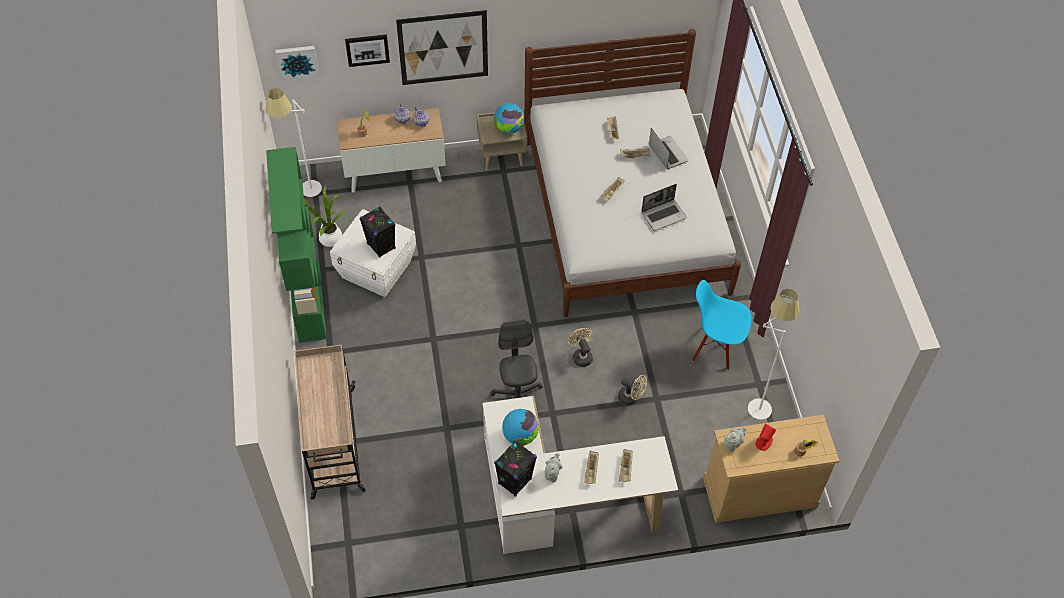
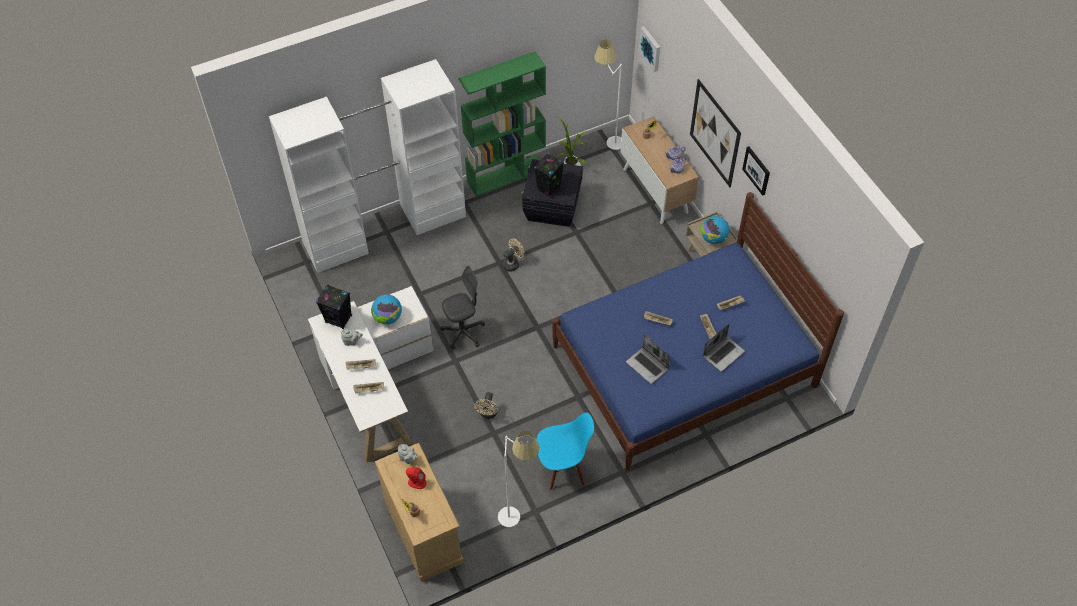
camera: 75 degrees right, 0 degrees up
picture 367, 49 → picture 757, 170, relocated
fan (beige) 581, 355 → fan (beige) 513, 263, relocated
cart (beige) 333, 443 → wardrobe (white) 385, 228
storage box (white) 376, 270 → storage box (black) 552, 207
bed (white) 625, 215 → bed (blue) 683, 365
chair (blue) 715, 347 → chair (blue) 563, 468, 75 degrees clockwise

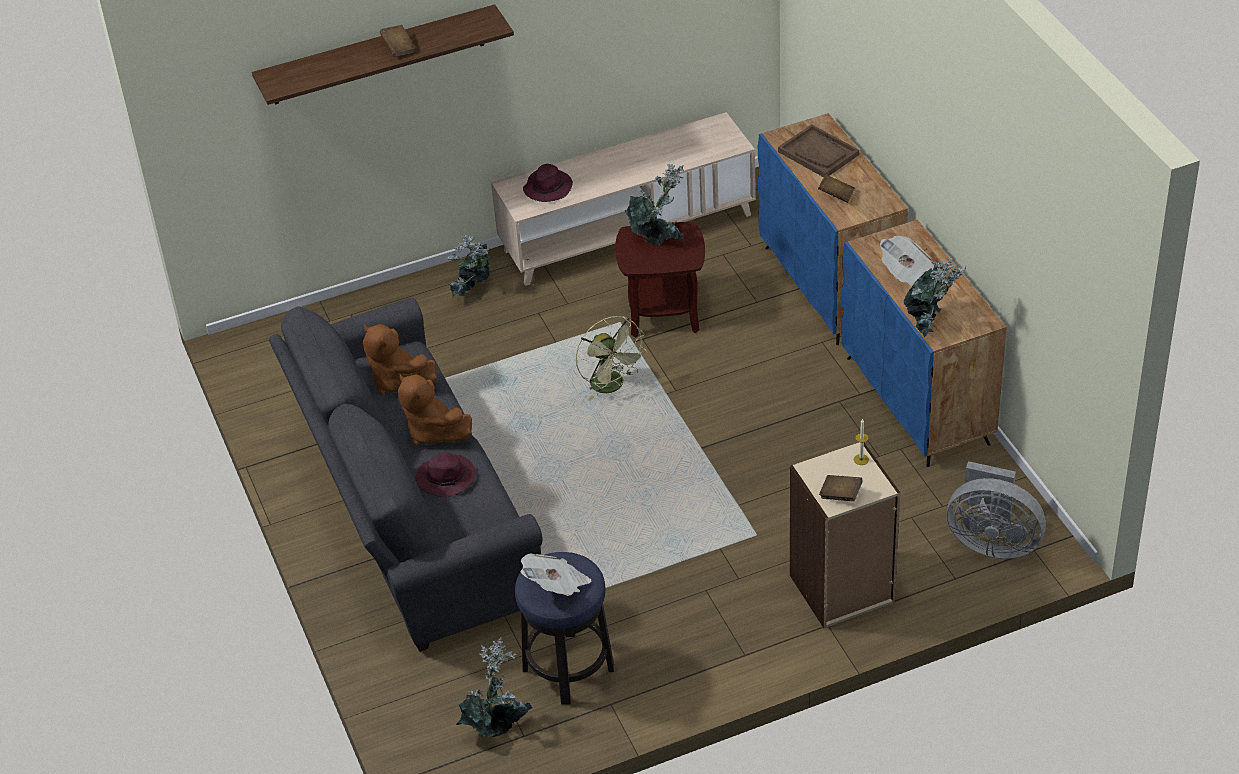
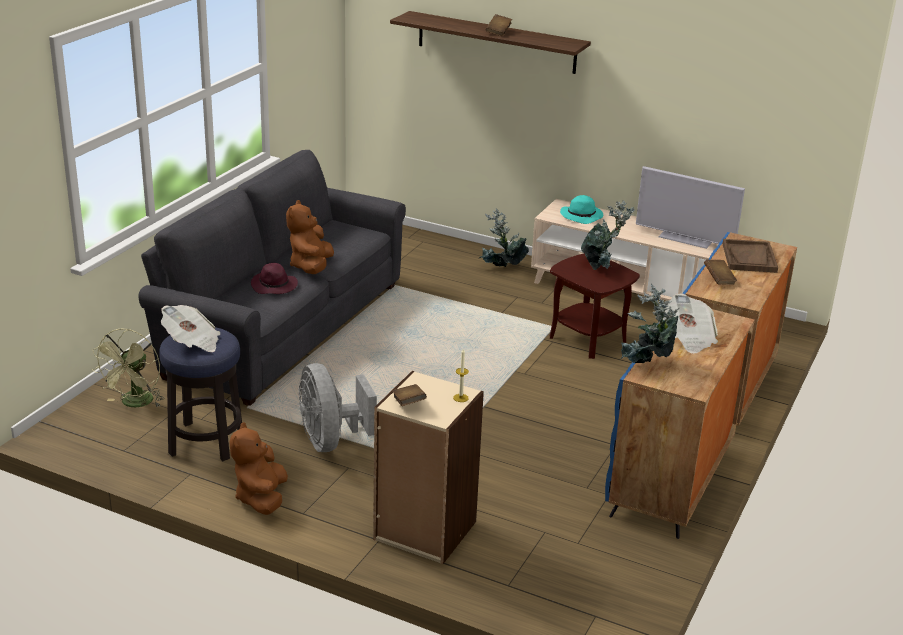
camera: 45 degrees right, 15 degrees down
potted plant 497, 725 → -
- → television 685, 239
plush toy (brown) 397, 381 → plush toy (brown) 261, 498, relocated
fan (green) 612, 386 → fan (green) 134, 404, relocated
fan (grey) 992, 542 → fan (grey) 330, 441, relocated
hat (purple) 548, 188 → hat (turquoise) 582, 216

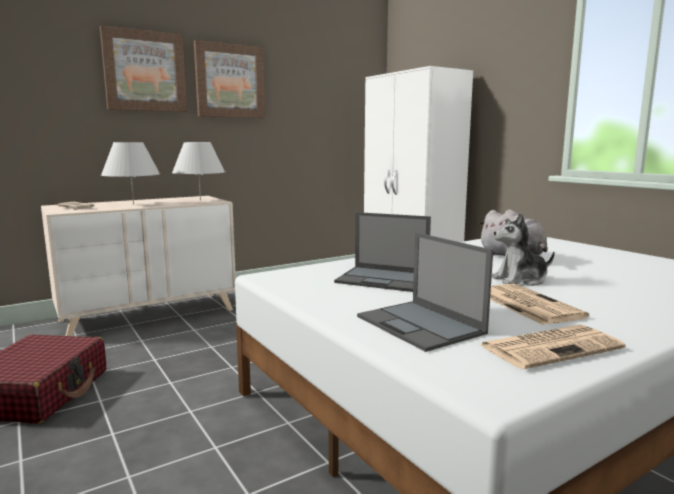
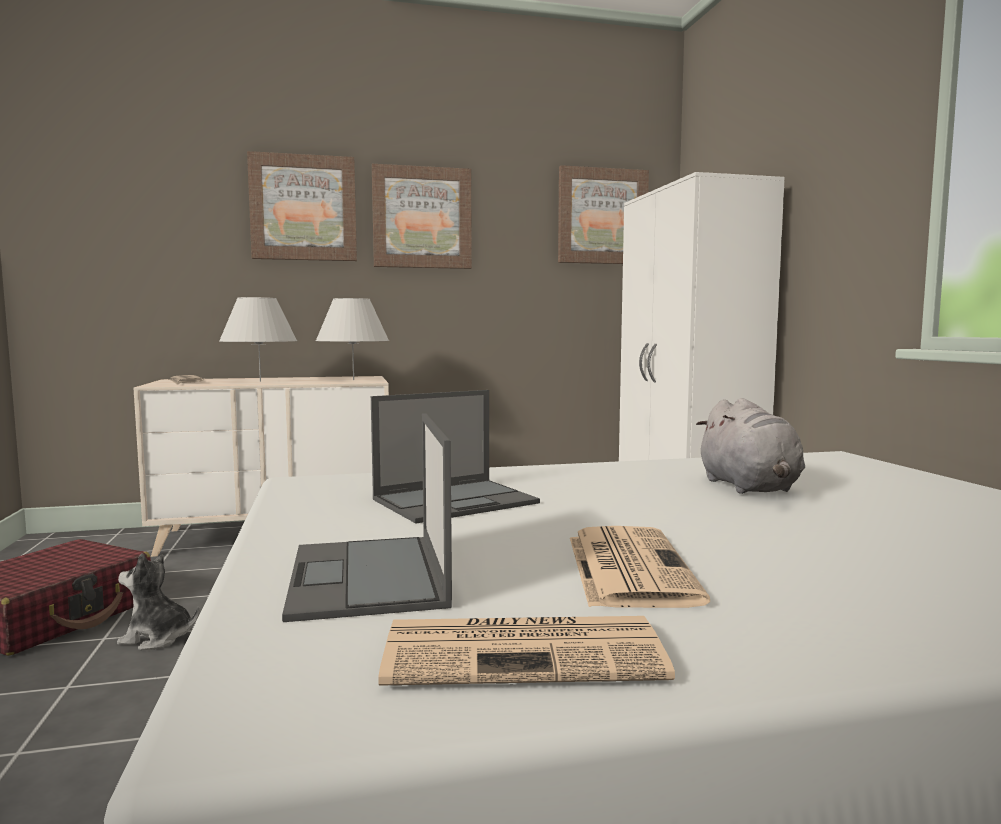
camera: 20 degrees right, 5 degrees down
- → picture 602, 216
plush toy 520, 280 → plush toy 157, 638, relocated
laptop 383, 279 → laptop 456, 501, 75 degrees counterclockwise

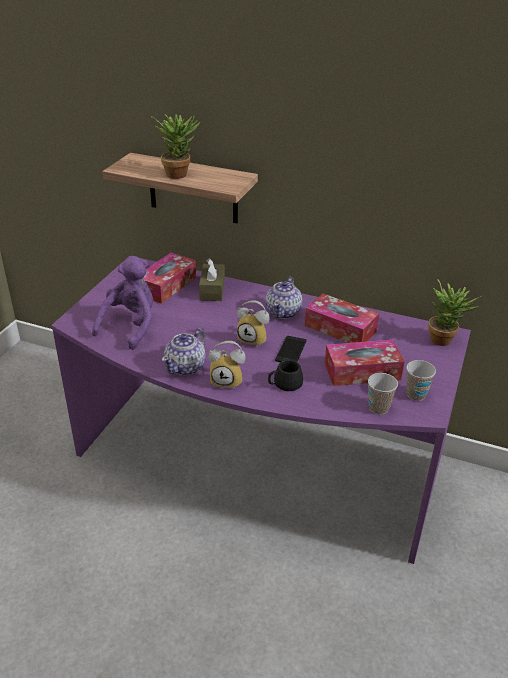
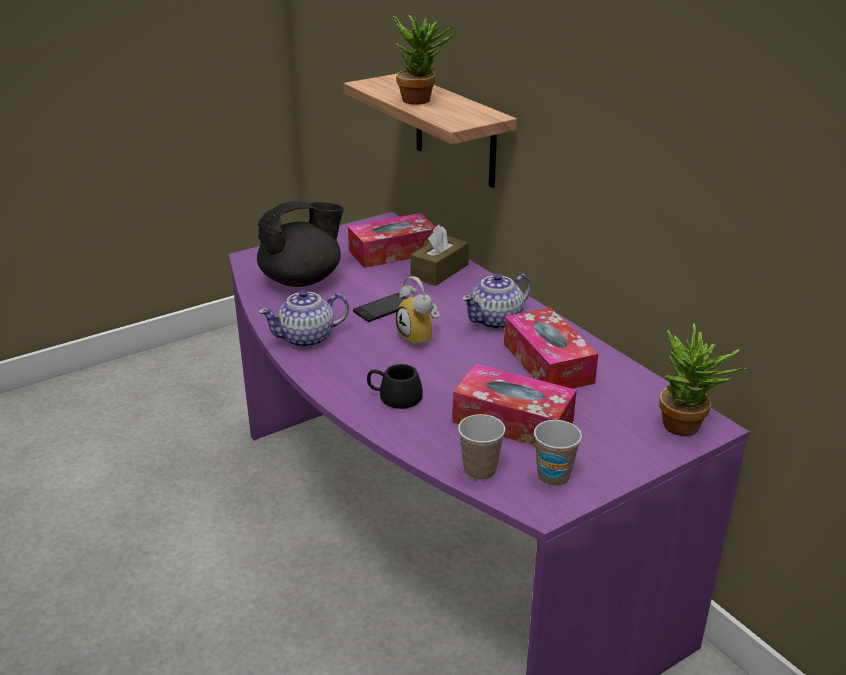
camera: 35 degrees right, 5 degrees down
alarm clock 228, 381 → -
phone 291, 351 → phone 384, 308, relocated
plush toy (purple) 131, 326 → teapot (black) 302, 280

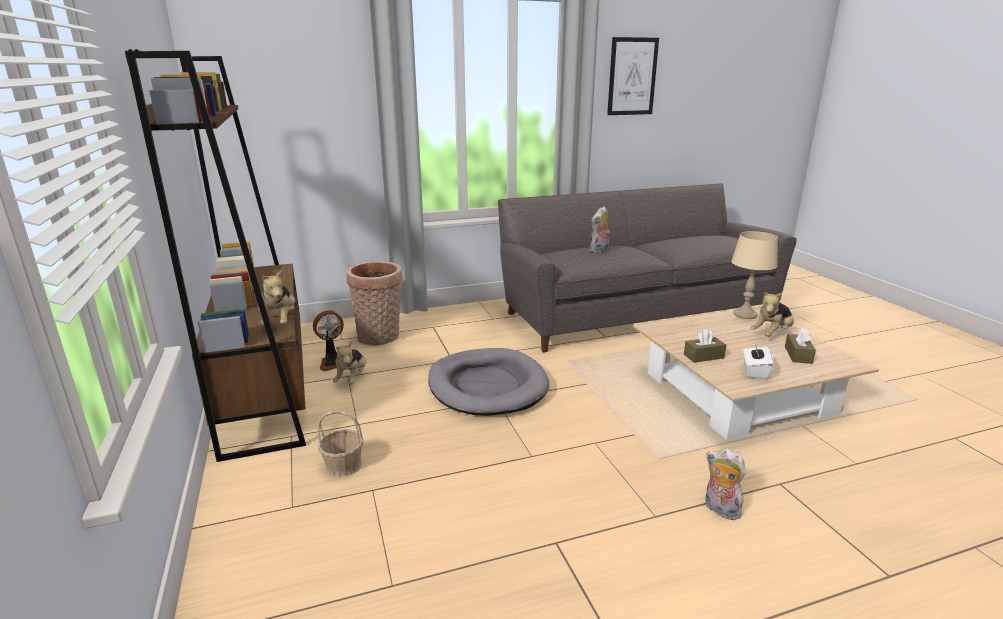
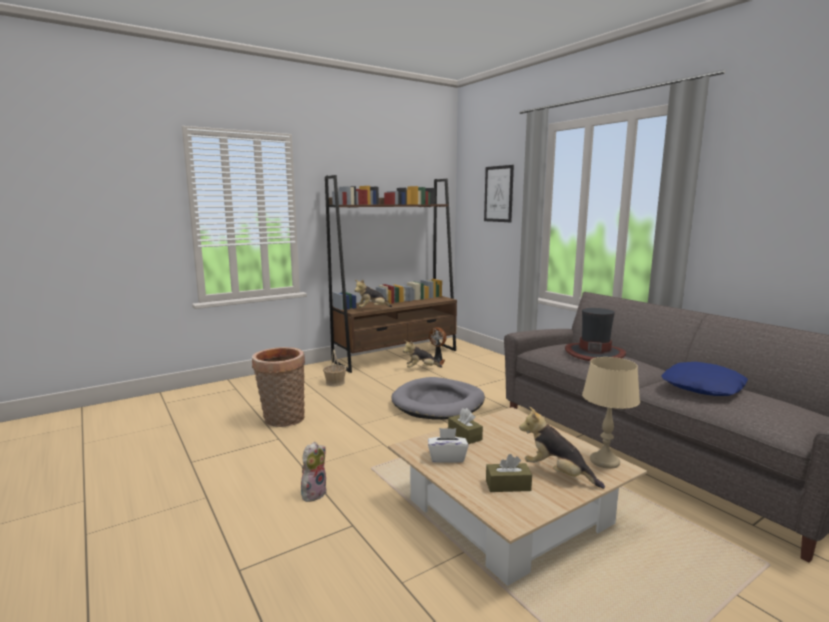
camera: 75 degrees right, 10 degrees down
- → pillow (blue) 703, 387
basket 380, 338 → basket 282, 420, relocated
picture 632, 76 → picture 498, 194, relocated
plush toy 599, 251 → hat 594, 353

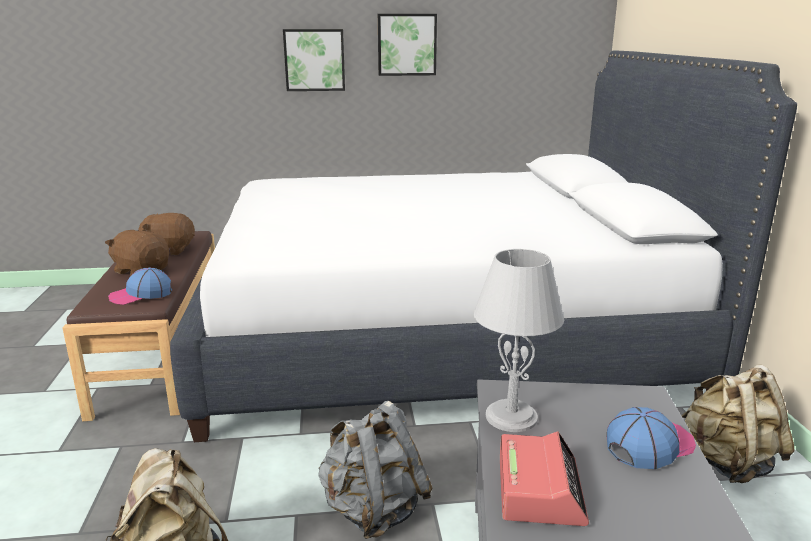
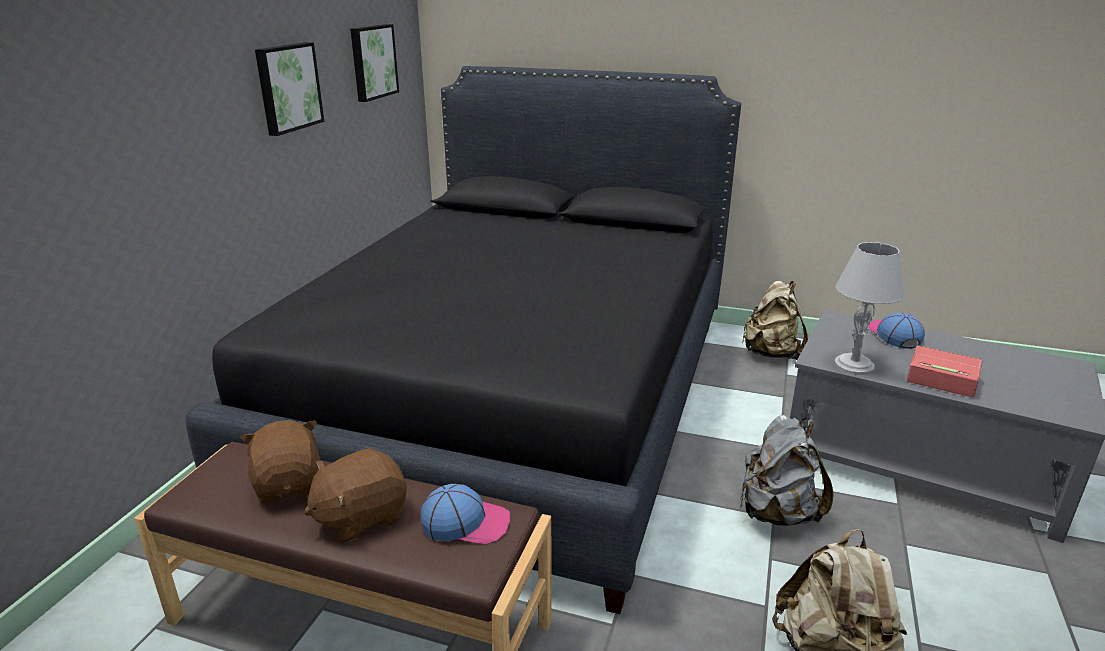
camera: 65 degrees left, 5 degrees up
picture 314, 60 → picture 372, 62, relocated
bed (white) 441, 337 → bed (black) 516, 401
cap 141, 295 → cap 466, 522, 90 degrees counterclockwise
plush toy (brown) 169, 250 → plush toy (brown) 289, 484, 135 degrees clockwise

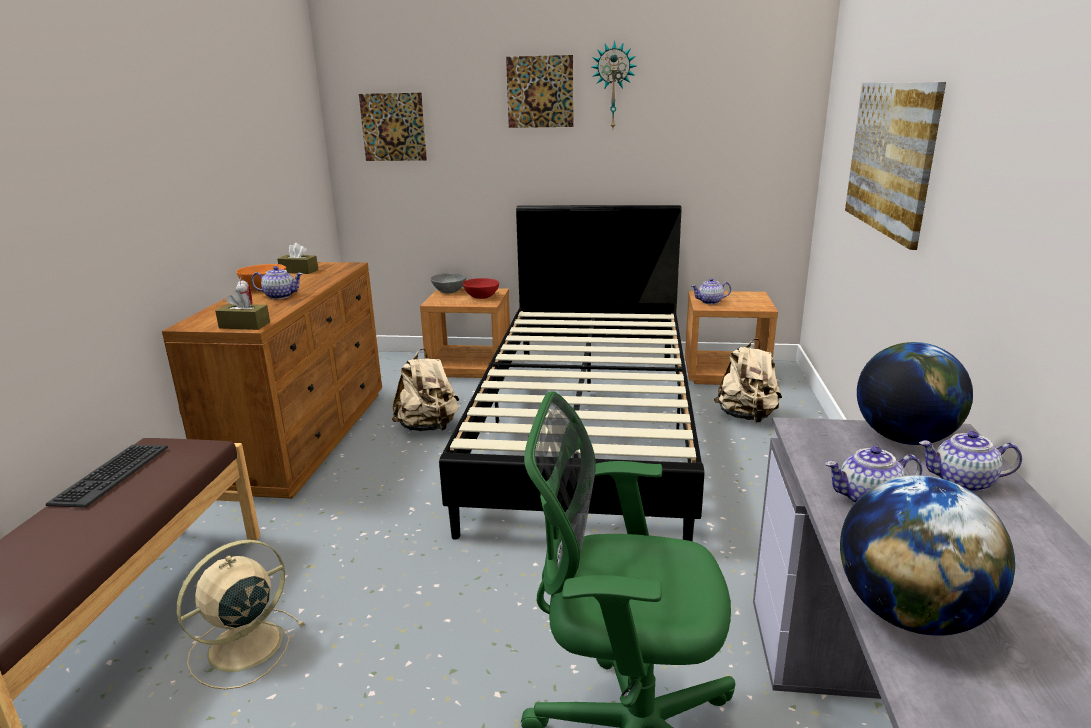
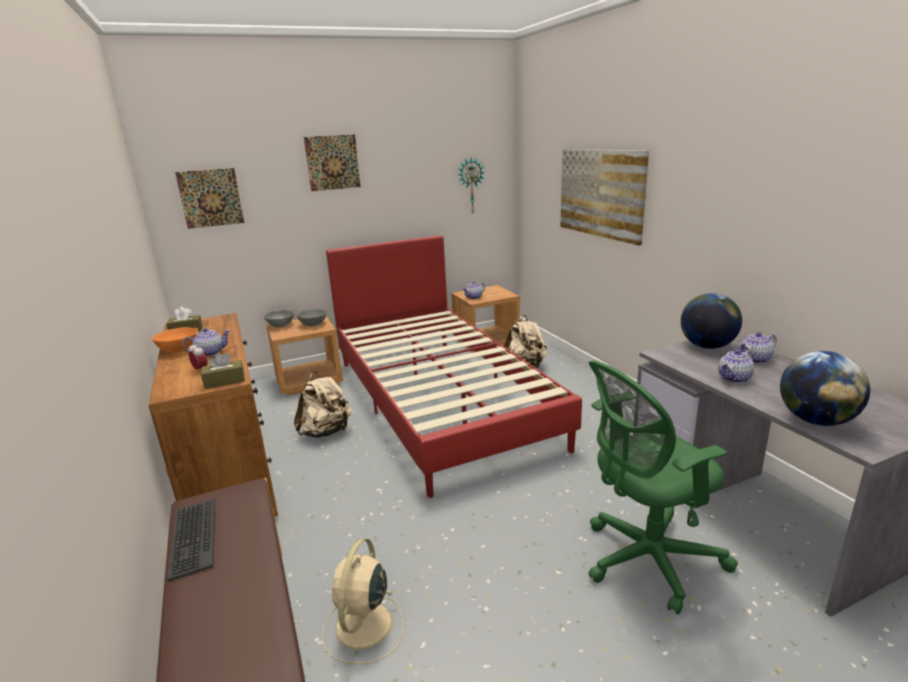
camera: 30 degrees left, 0 degrees up
wall clock 613, 86 → wall clock 470, 186, relocated
bed (black) 586, 428 → bed (red) 439, 400
bowl (red) 481, 297 → bowl (grey) 313, 324

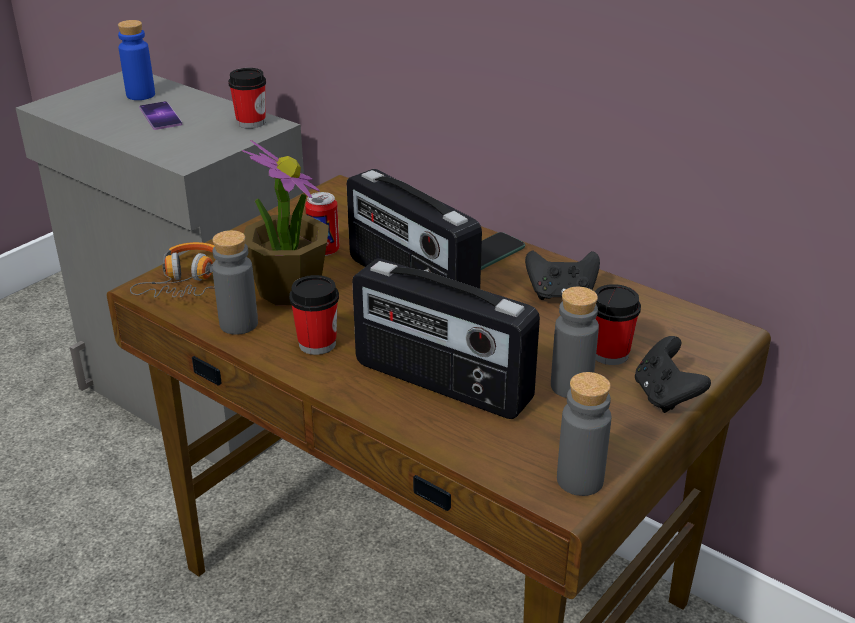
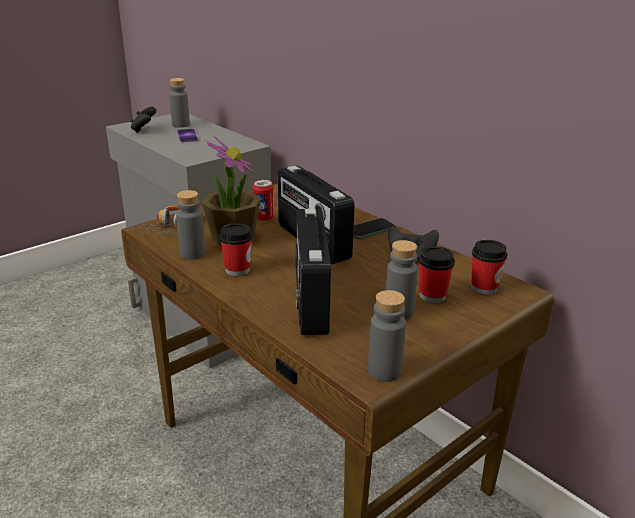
camera: 10 degrees right, 5 degrees down
cup 251, 123 → cup 484, 288, relocated
game controller (black) 665, 396 → game controller (black) 144, 130, relocated
bottle (blue) 140, 95 → bottle (grey) 181, 125
radio 441, 383 → radio 310, 301, 45 degrees clockwise

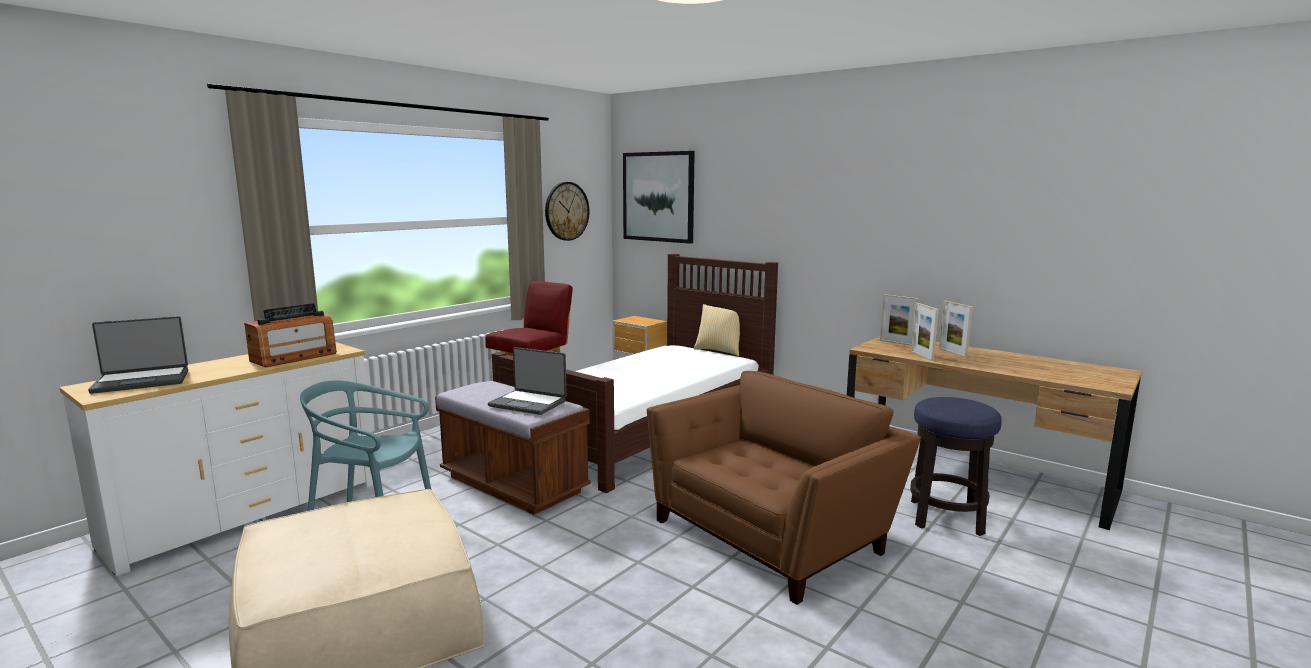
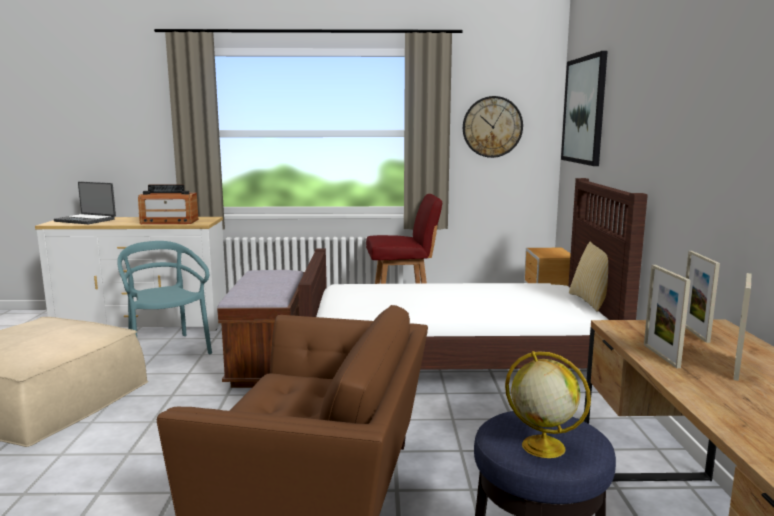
camera: 50 degrees right, 0 degrees up
laptop 528, 403 → -
- → globe 541, 446
picture frame 922, 356 → picture frame 661, 356, 45 degrees counterclockwise

